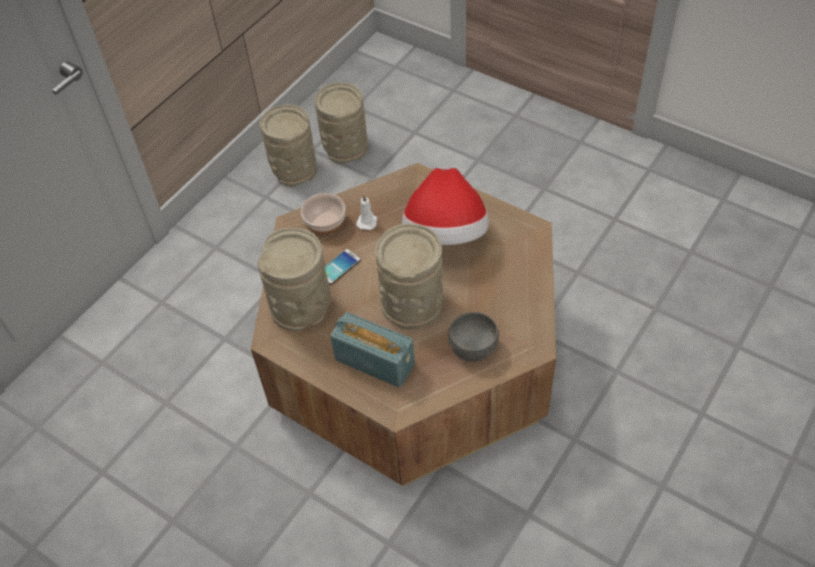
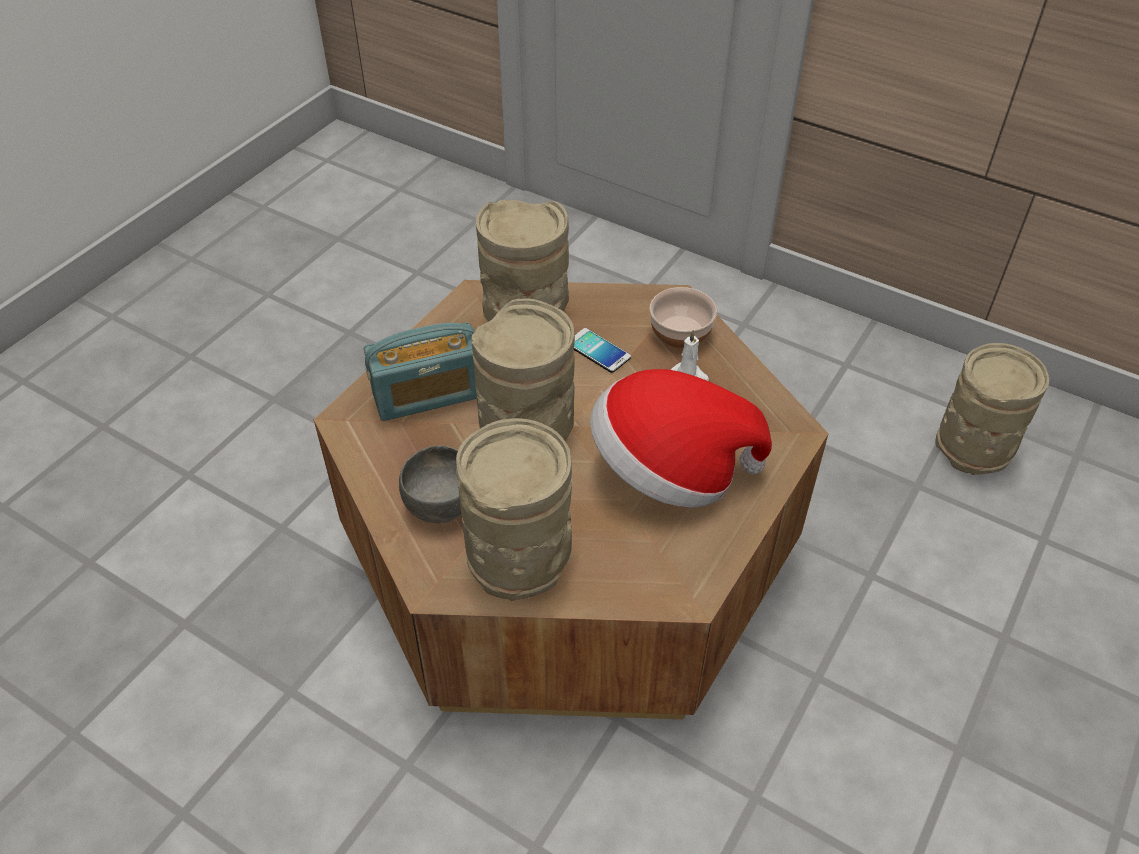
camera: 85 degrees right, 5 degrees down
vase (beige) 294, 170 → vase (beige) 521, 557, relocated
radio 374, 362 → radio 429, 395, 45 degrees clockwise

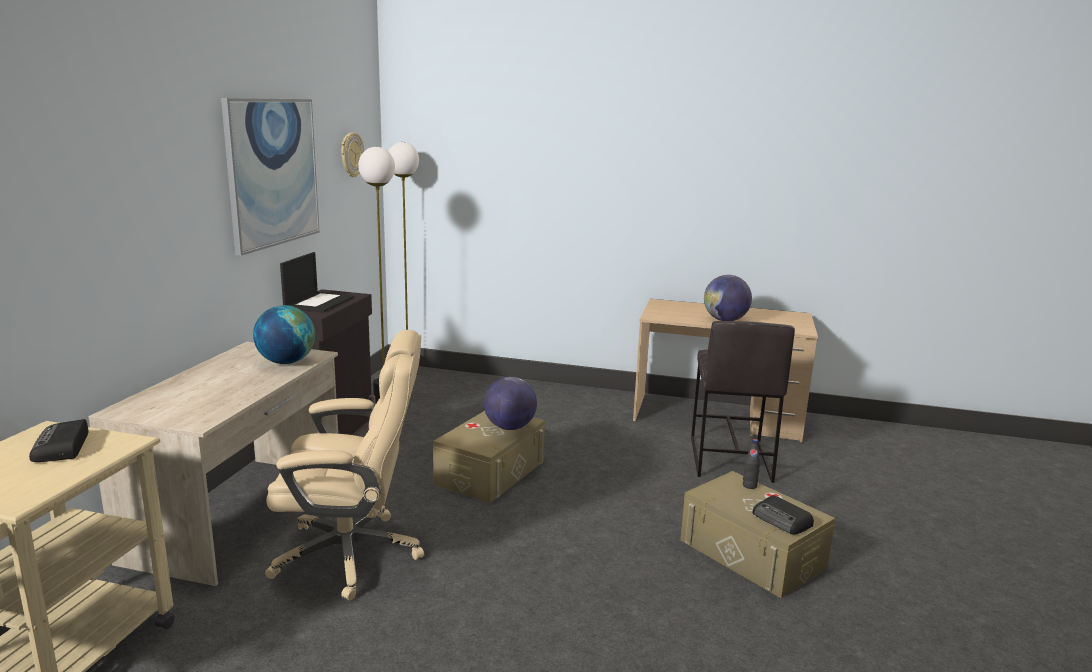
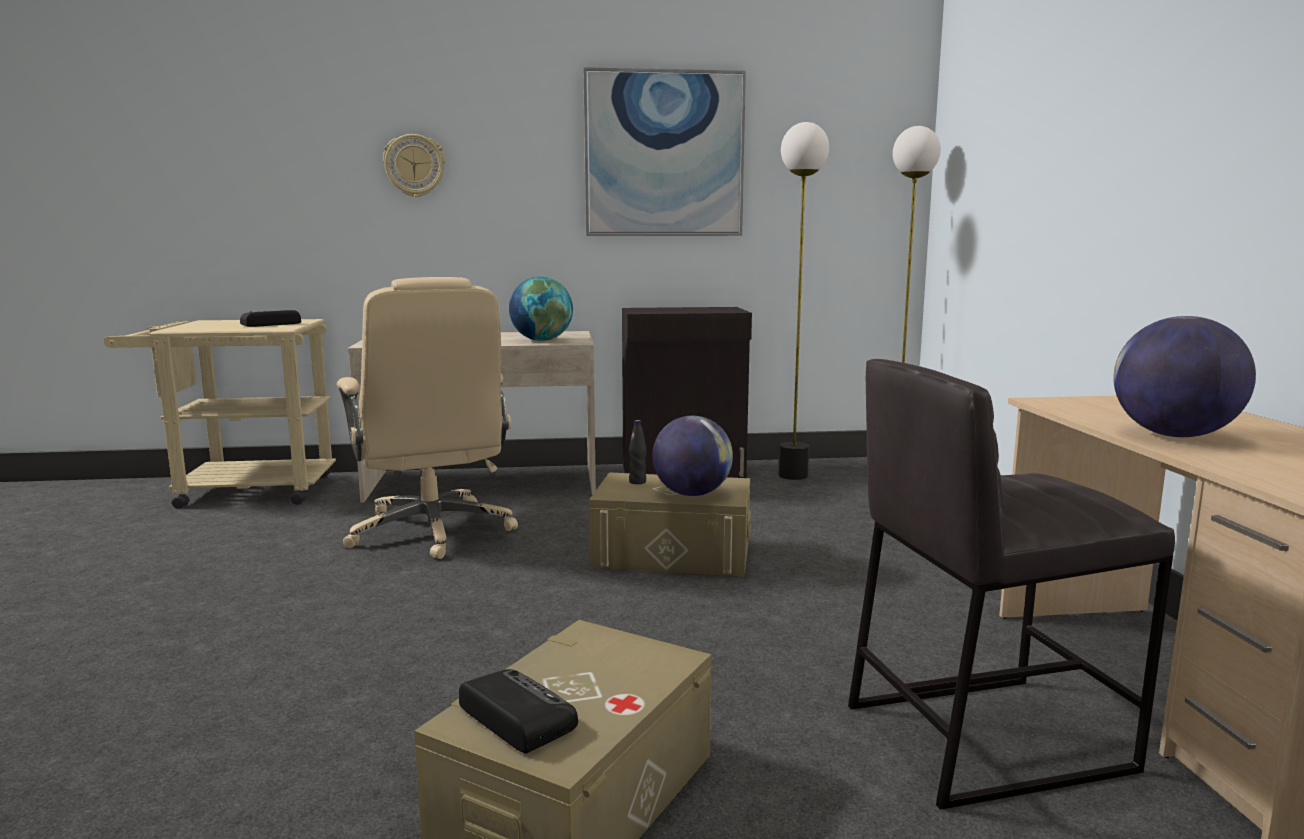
camera: 70 degrees right, 5 degrees down
laptop 319, 302 → -
wall clock 351, 155 → wall clock 414, 166, relocated
bottle (black) 749, 485 → bottle (black) 637, 482, relocated
radio 782, 520 → radio 516, 717, 105 degrees clockwise

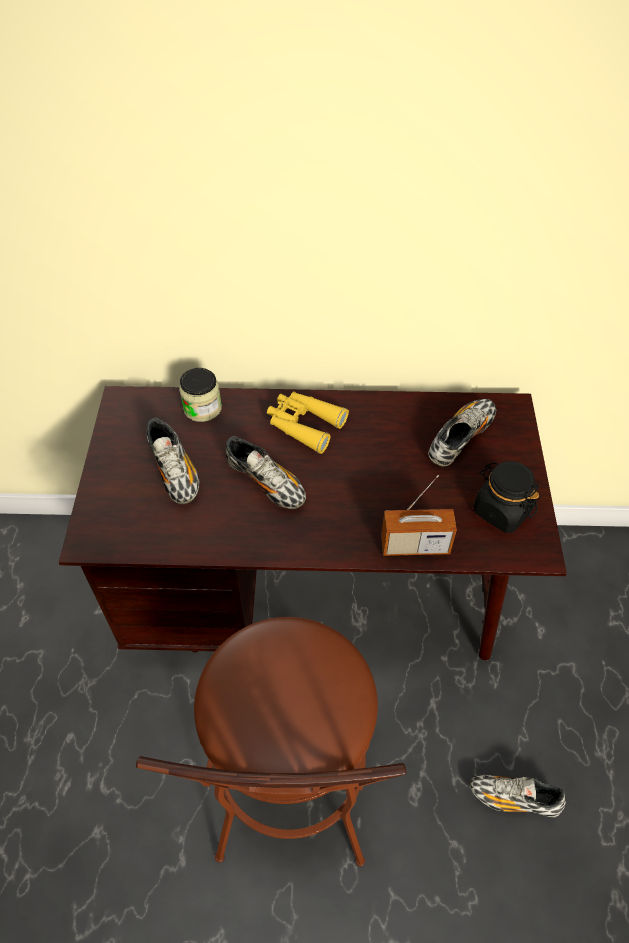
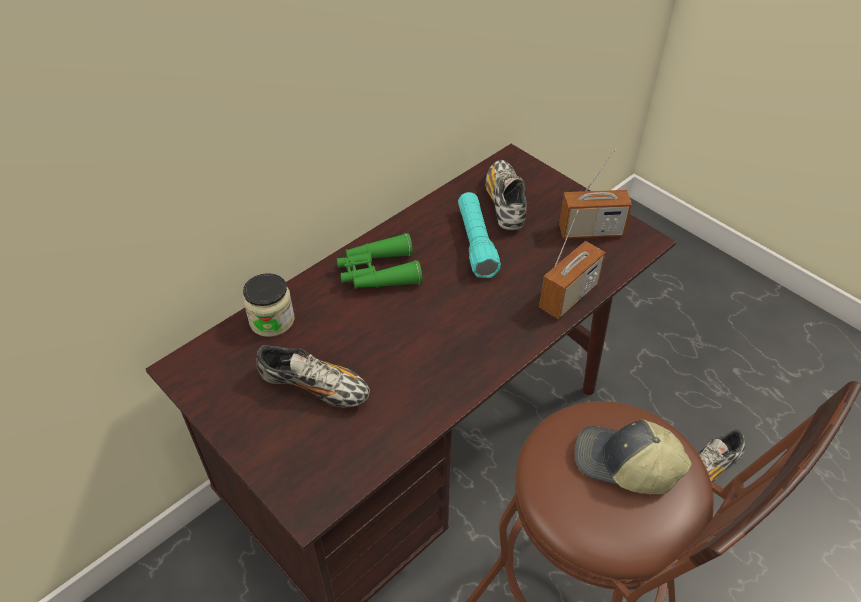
camera: 45 degrees left, 5 degrees down
shoe 266, 483 → -
- → flashlight (turquoise) 476, 243
- → cap 625, 464
jar (black) 501, 510 → radio 591, 231
binoculars (yellow) 304, 425 → binoculars (green) 378, 272

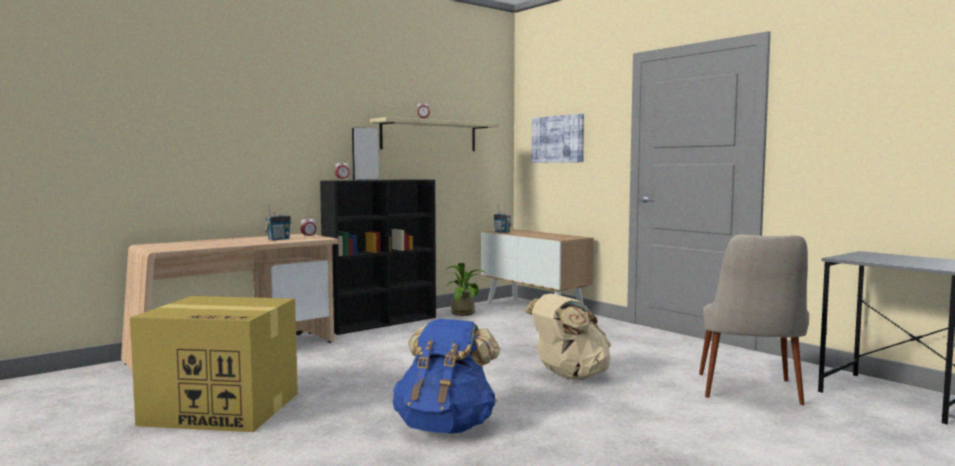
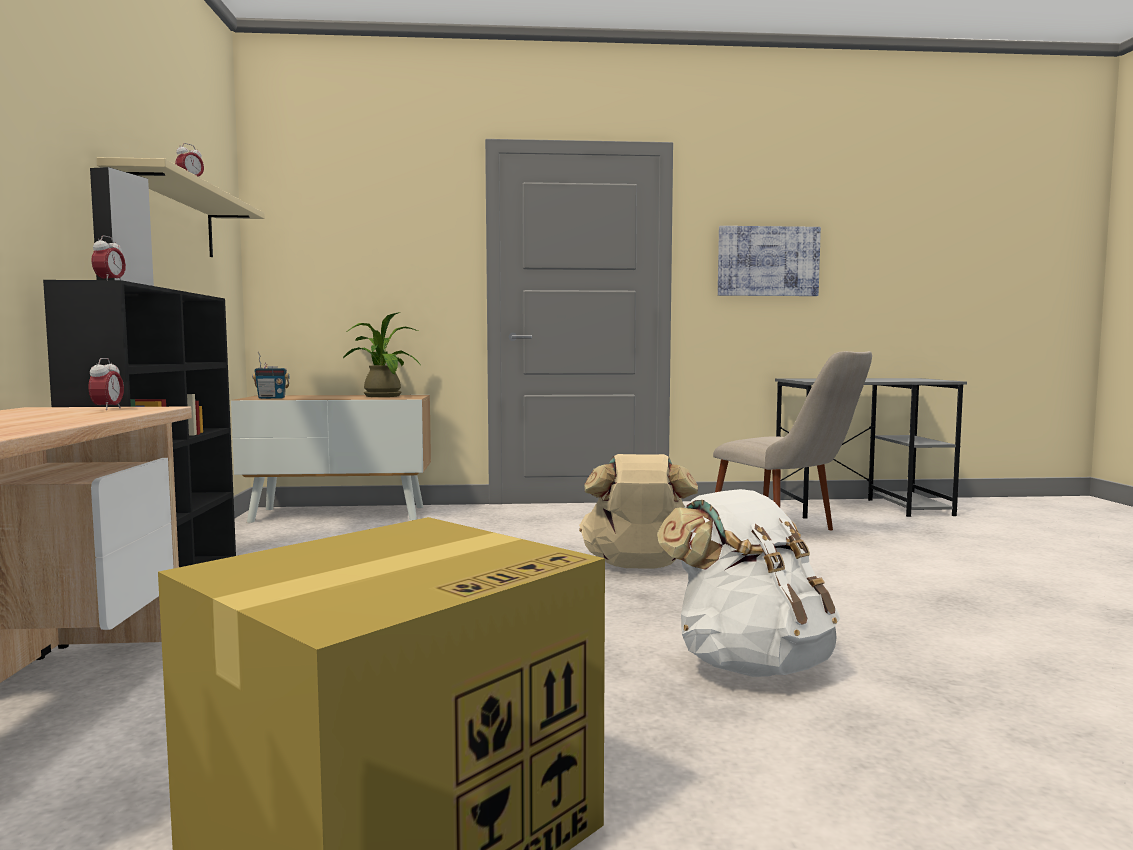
camera: 55 degrees left, 0 degrees up
radio 278, 239 → -
potted plant 464, 313 → potted plant 381, 396, relocated
picture 558, 139 → picture 768, 261, relocated
backpack (blue) 446, 427 → backpack (white) 749, 664

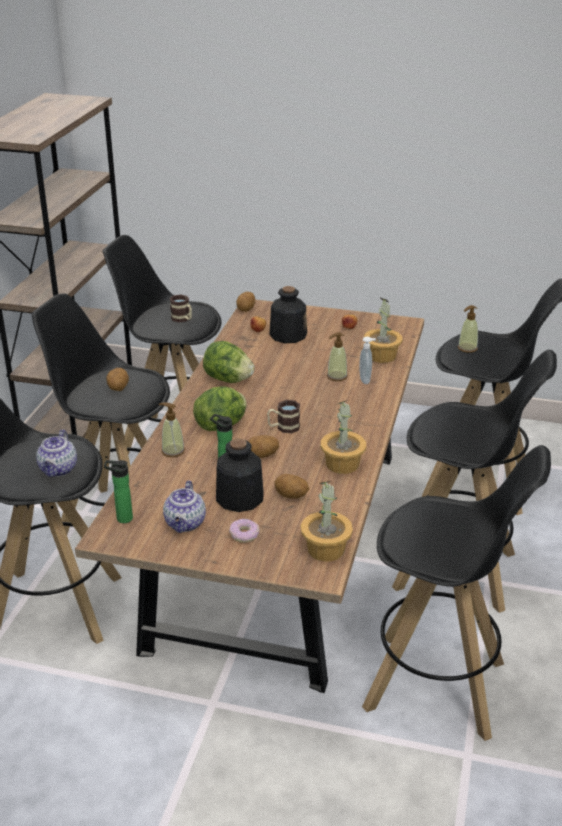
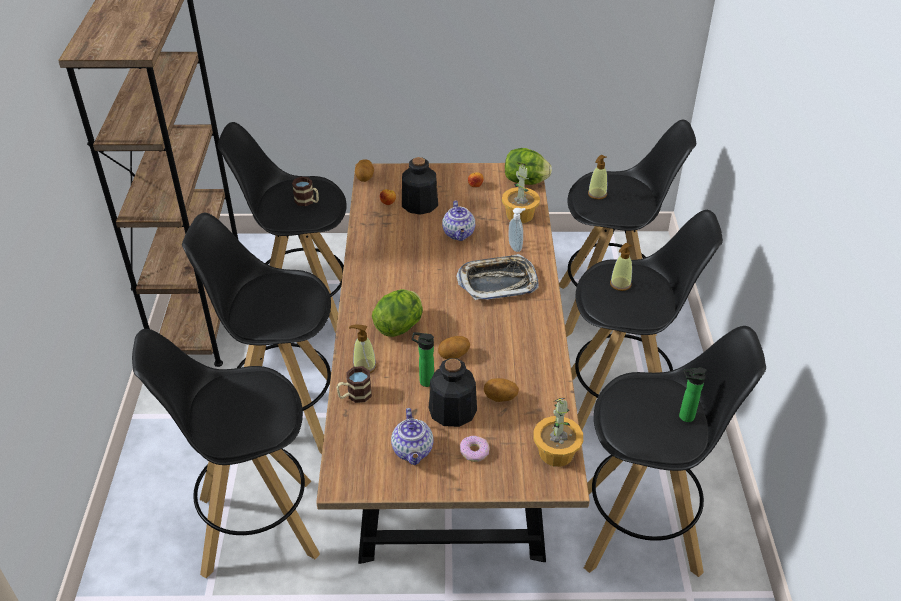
camera: 15 degrees left, 10 degrees up
potato 118, 388 → -
potted plant 342, 464 → -
- → tray 498, 282
teapot 58, 470 → teapot 459, 234, relocated
bottle 122, 518 → bottle 684, 417, relocated
lettuce 228, 380 → lettuce 526, 181, relocated
mug 283, 428 → mug 354, 395, relocated
soap dispenser 337, 376 → soap dispenser 620, 284, relocated

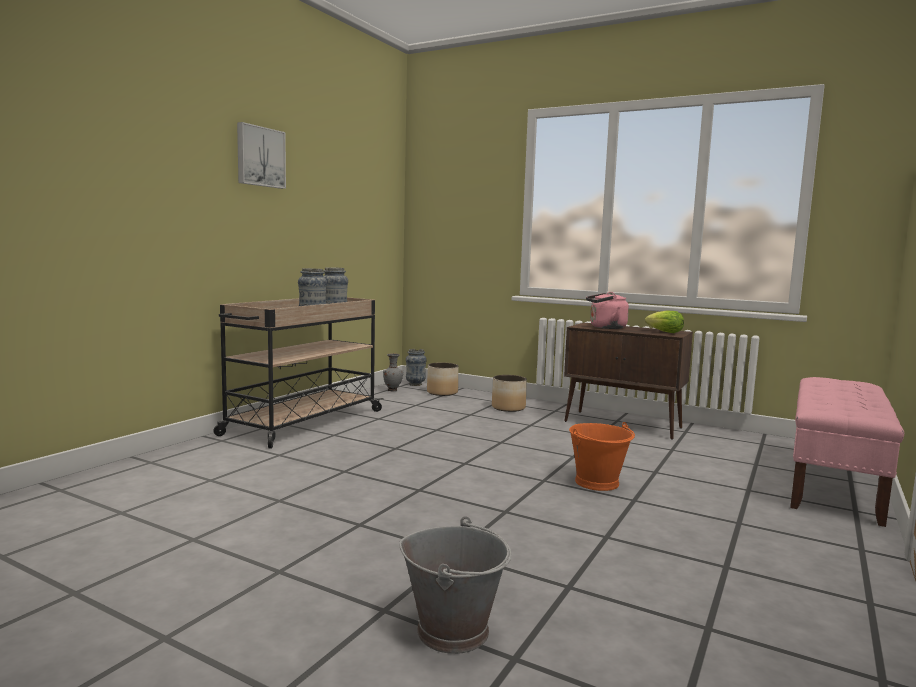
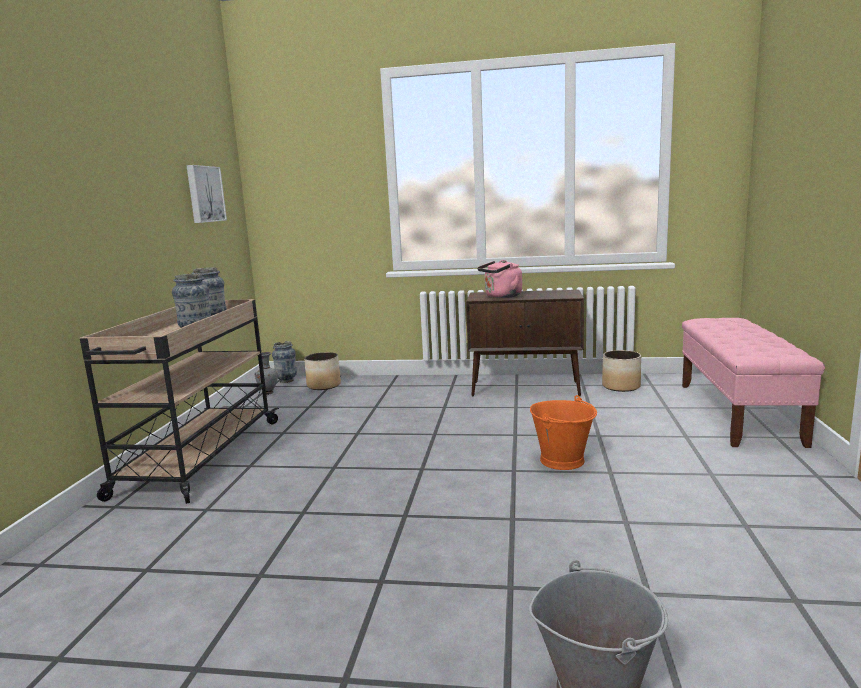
camera: 20 degrees left, 5 degrees up
lettuce 665, 332 → -
picture 260, 157 → picture 204, 194, relocated
planter 508, 408 → planter 621, 386, relocated

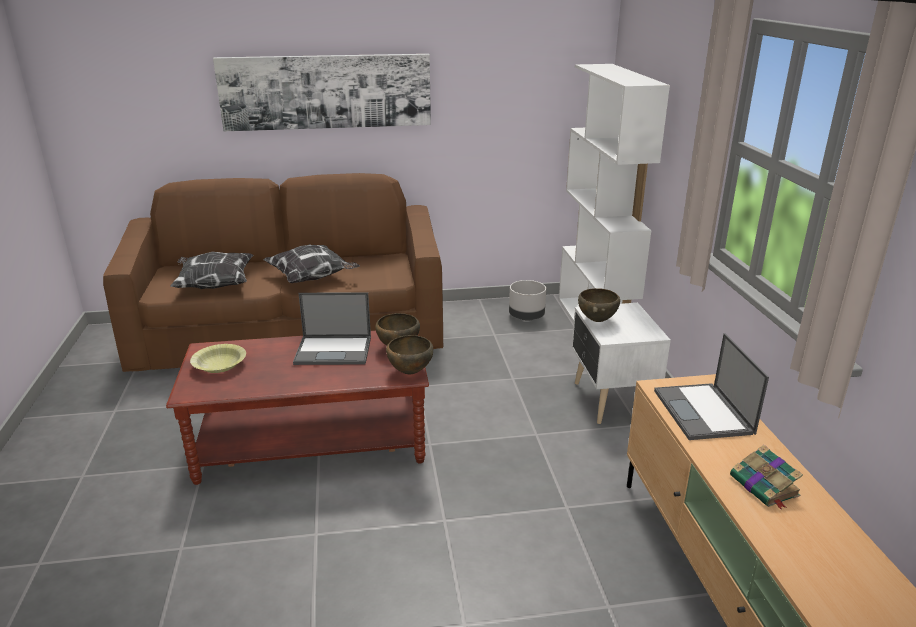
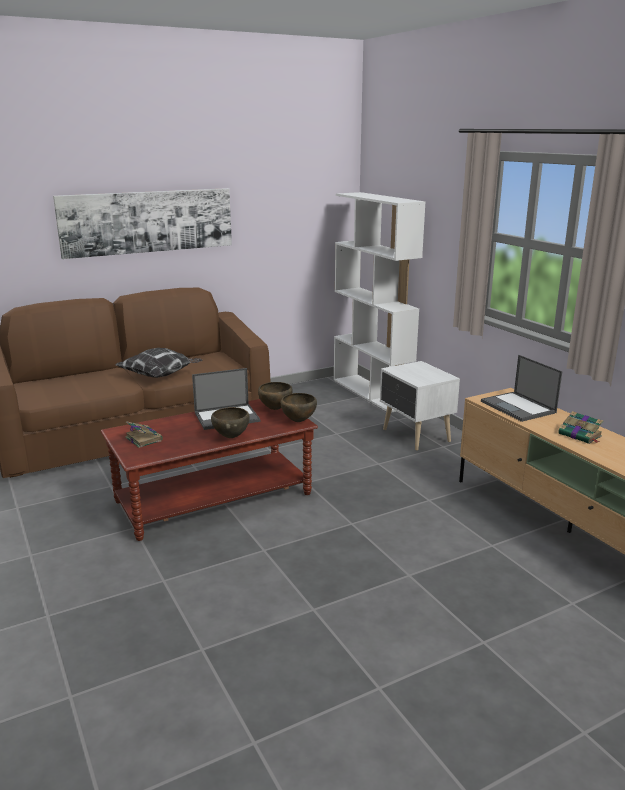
camera: 20 degrees left, 5 degrees down
pillow 214, 285 → -
planter (grey) 526, 317 → -
bowl (brown) 597, 320 → bowl (brown) 231, 437, relocated
bowl (yellow) 219, 365 → book 143, 439

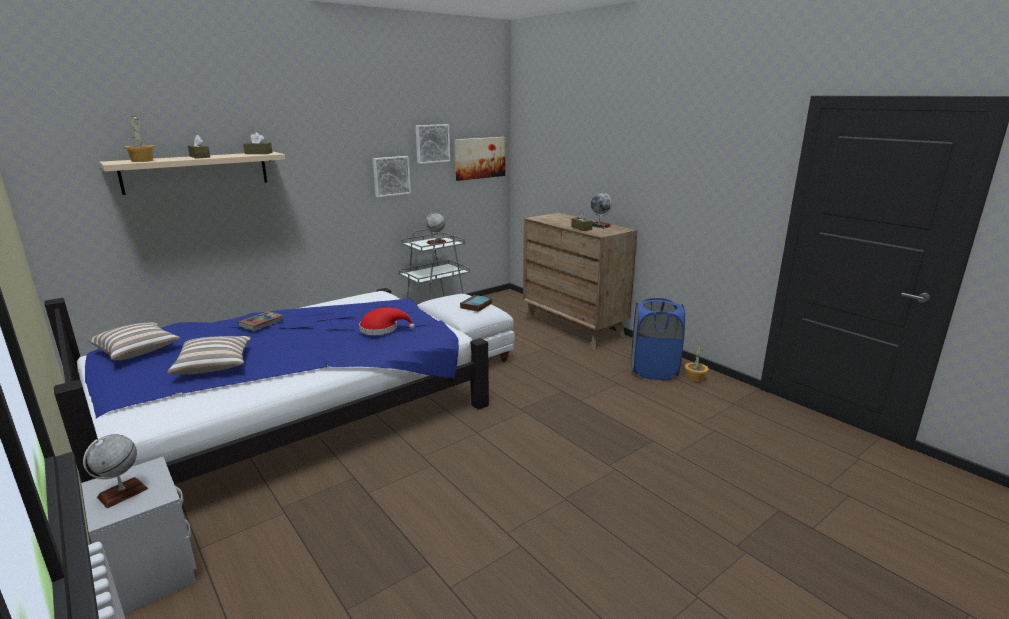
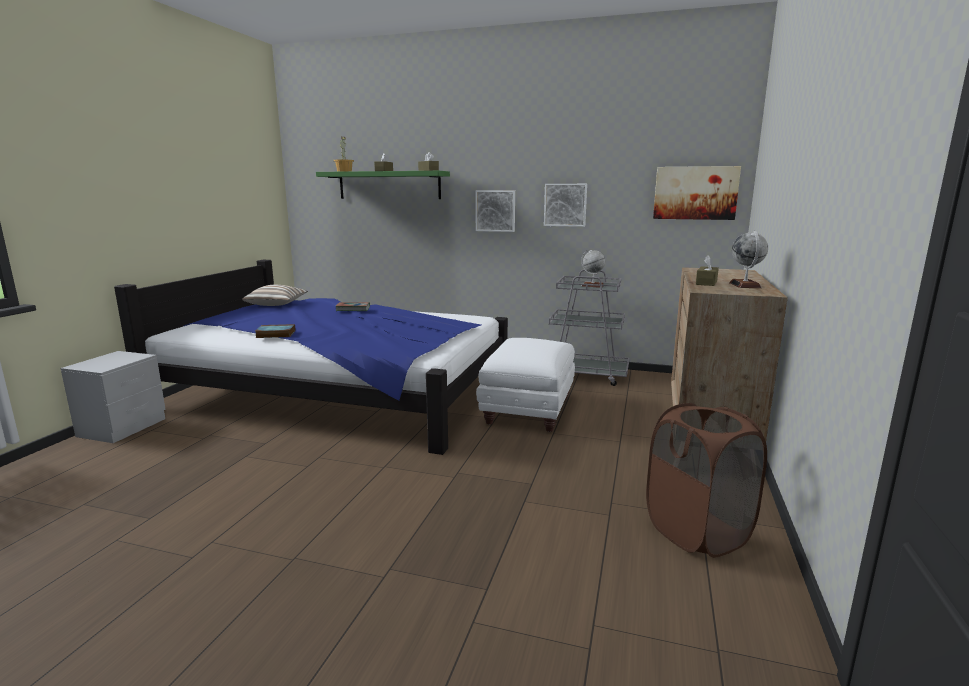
camera: 55 degrees right, 5 degrees down
globe 122, 493 → -
pillow 214, 366 → -
hat (red) 382, 329 → -
potted plant 694, 378 → -
picture 432, 143 → picture 495, 211, relocated
book 476, 306 → book 275, 334, relocated
shelf (beige) 196, 172 → shelf (green) 389, 185
laundry basket (blue) 653, 370 → laundry basket (brown) 697, 532

